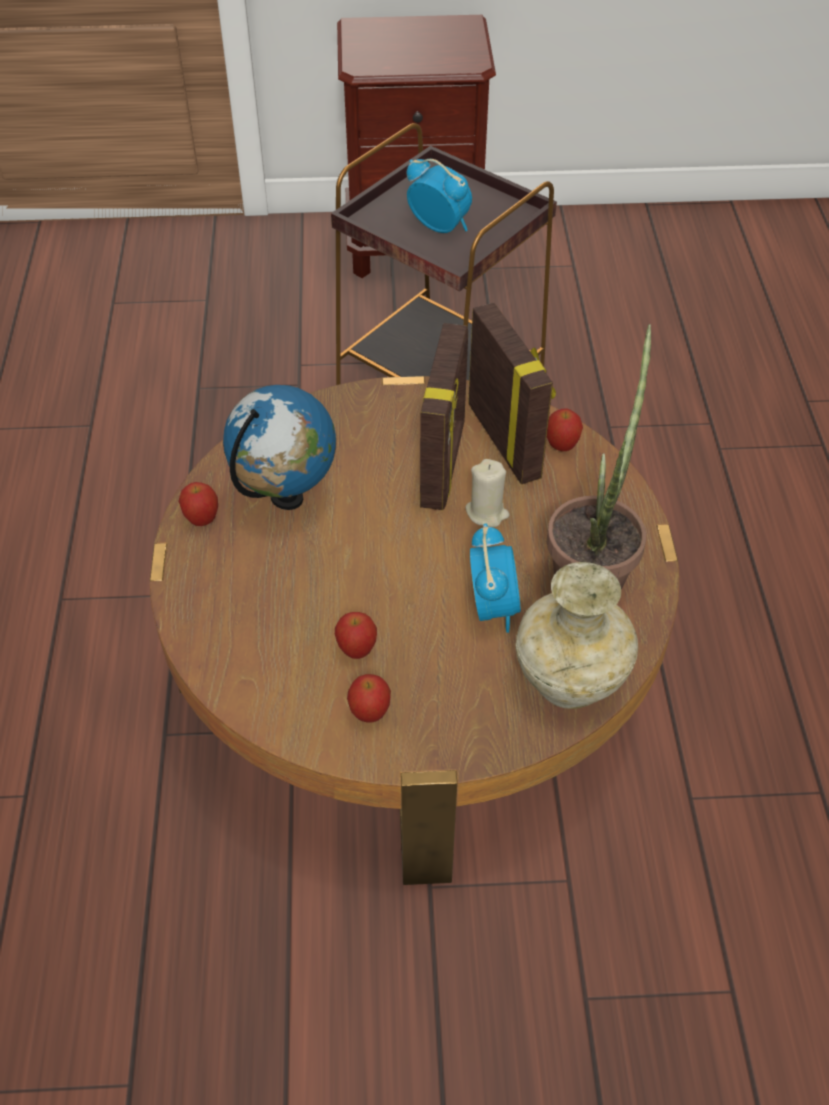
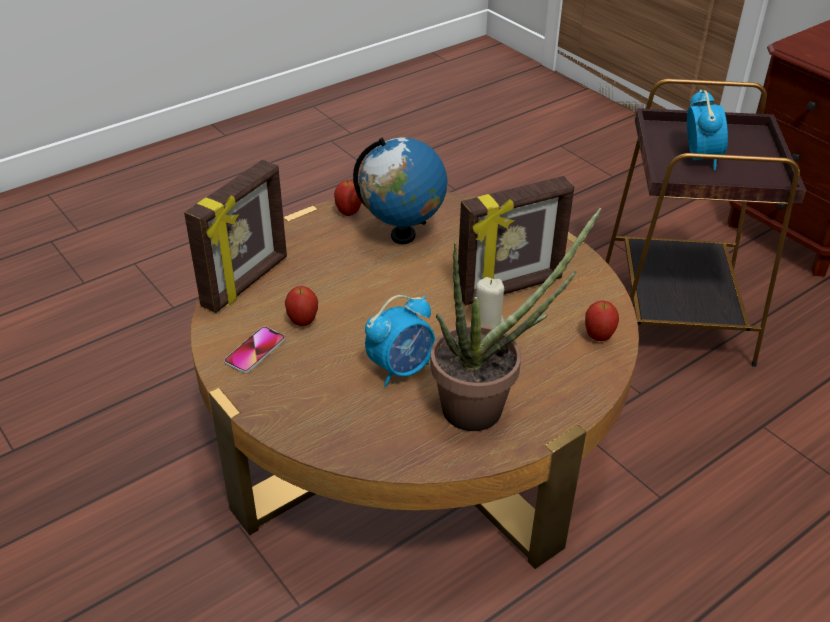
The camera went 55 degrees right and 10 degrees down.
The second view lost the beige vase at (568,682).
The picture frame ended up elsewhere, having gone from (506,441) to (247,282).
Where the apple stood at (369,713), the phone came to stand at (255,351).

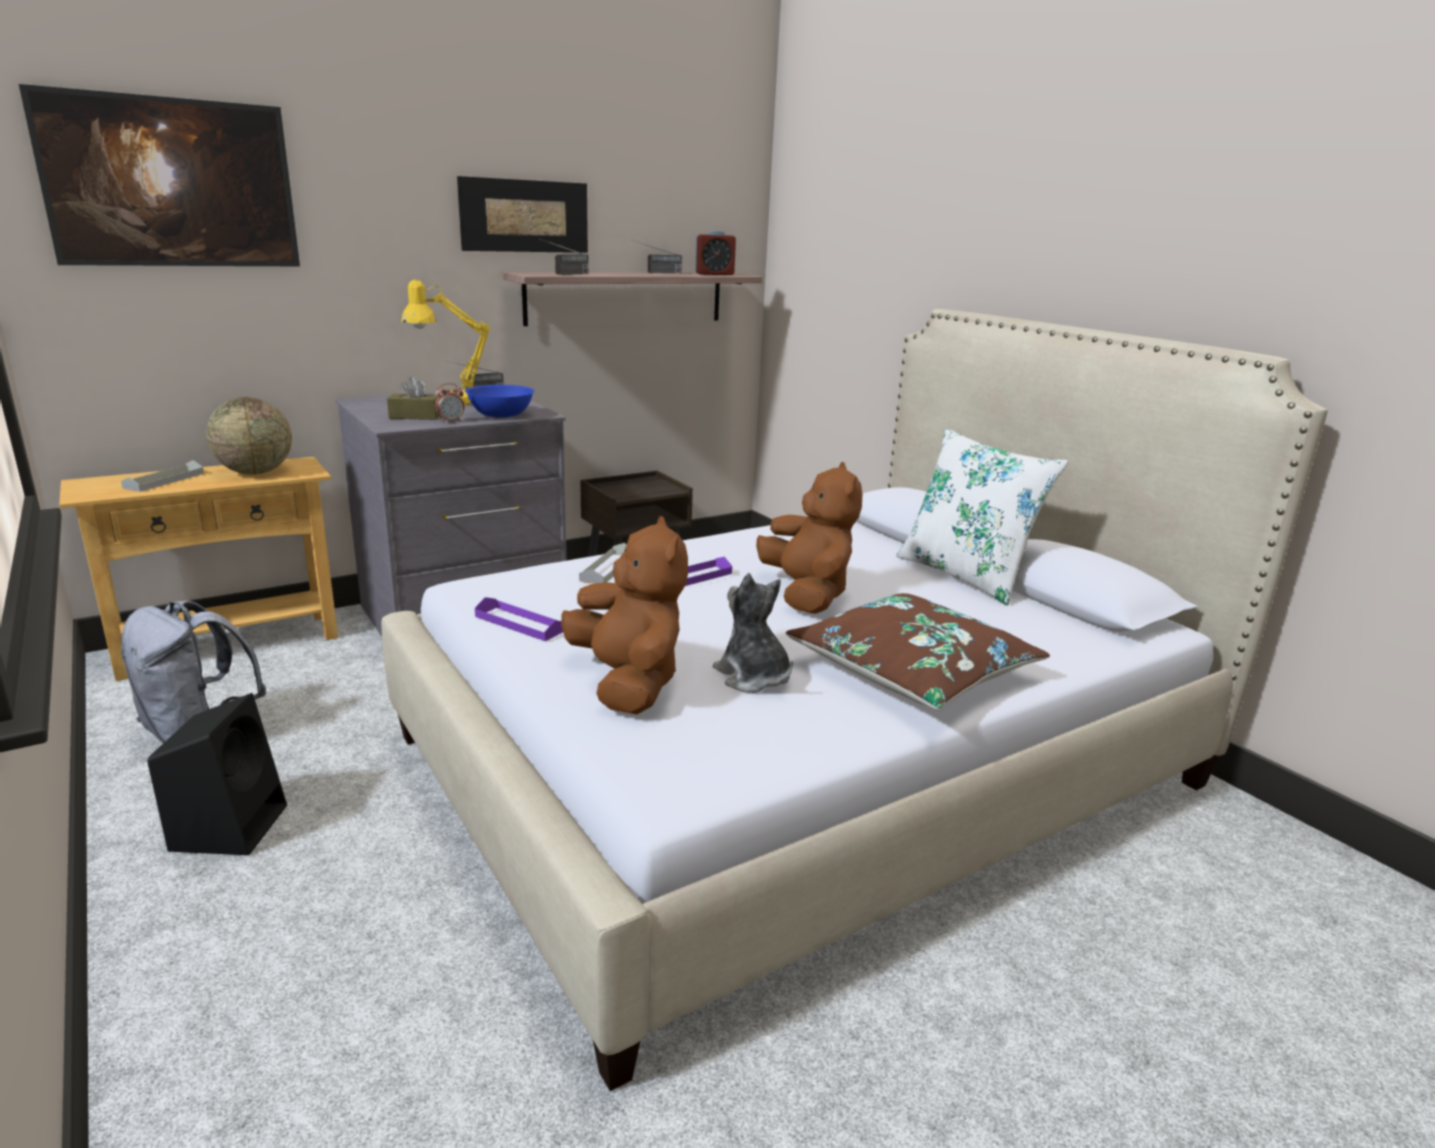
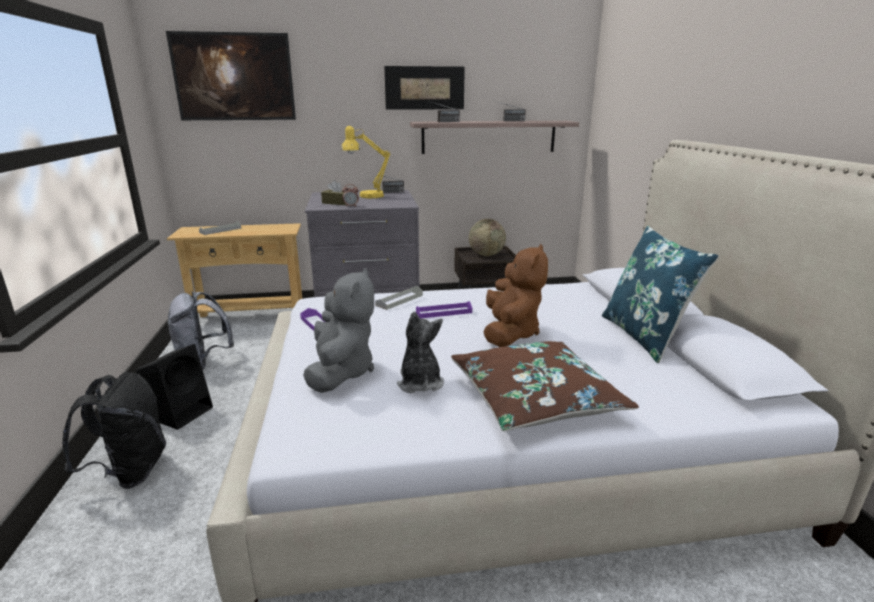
The camera went 25 degrees right and 0 degrees up.
The second view lost the blue bowl at (501,415).
The second view lost the alarm clock at (714,274).
The second view gained the black backpack at (130,471).
The globe ended up elsewhere, having gone from (255,472) to (486,255).
What was the brown plush toy at (628,683) turned into the grey plush toy at (341,372).
What was the white pillow at (966,575) turned into the blue pillow at (644,336).

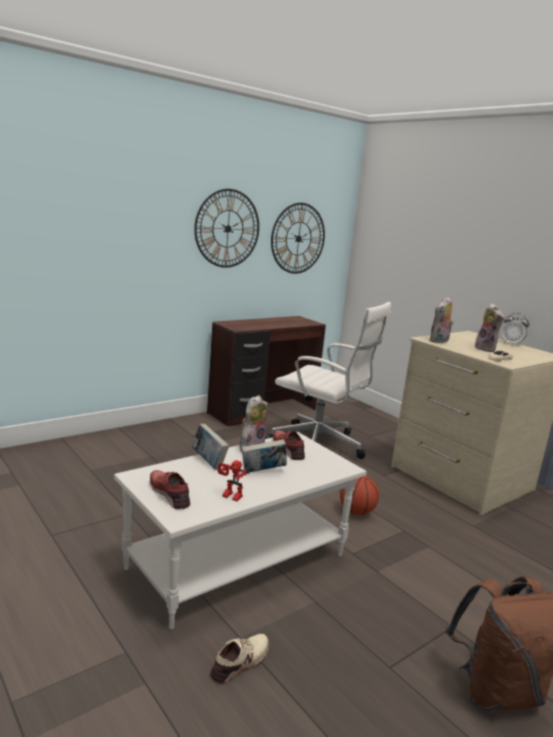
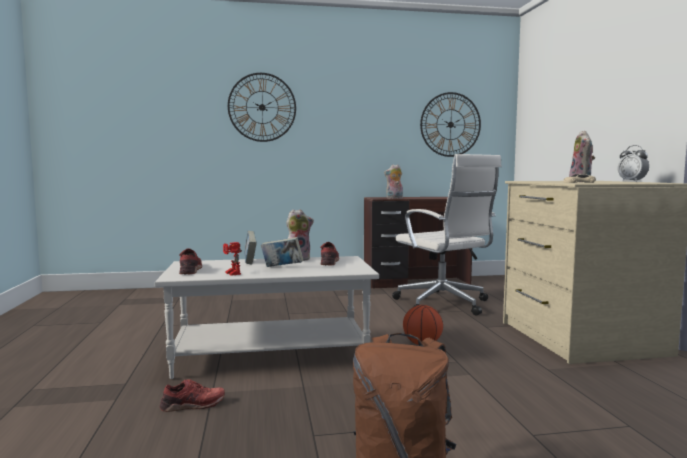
The camera went 30 degrees right and 10 degrees down.
The wall clock ended up elsewhere, having gone from (227,228) to (262,107).
The plush toy ended up elsewhere, having gone from (439,341) to (394,198).
What was the beige shoe at (240,663) turned into the red shoe at (193,405).

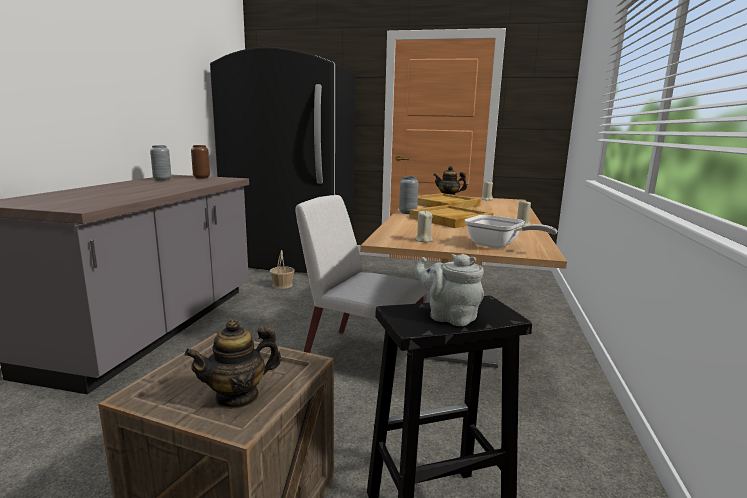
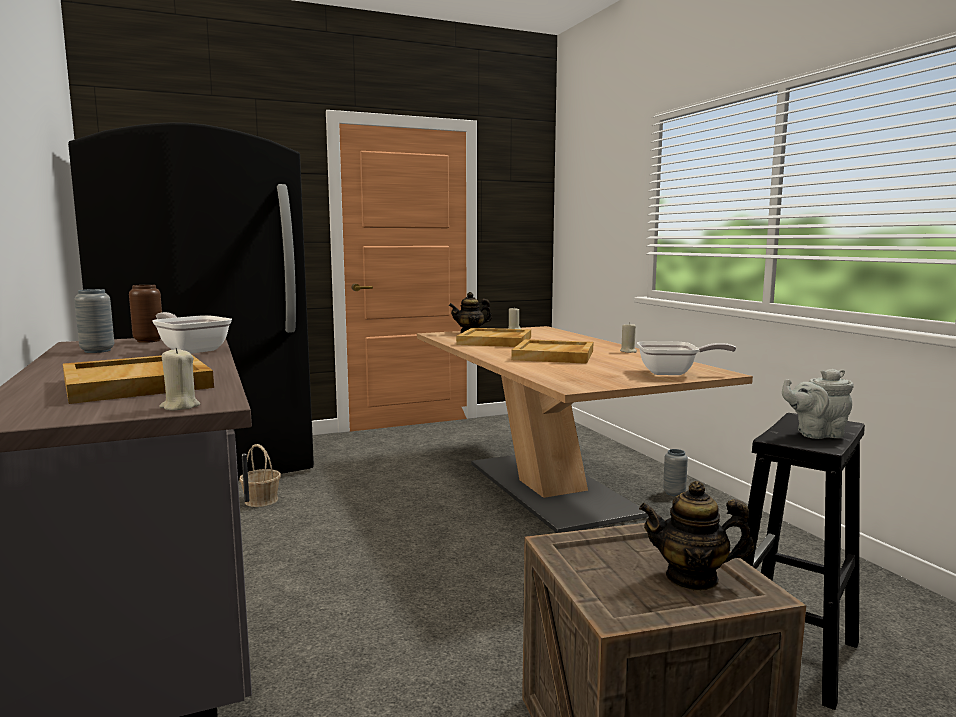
The camera went 35 degrees left and 5 degrees down.
The second view lost the white chair at (360,356).
The second view gained the beige tray at (138,383).
The second view gained the frying pan at (191,350).
The grey vase ended up elsewhere, having gone from (407,212) to (674,493).
The beige candle ended up elsewhere, having gone from (423,240) to (180,406).
The teapot at (237,396) ended up facing another way, 75 degrees clockwise from before.

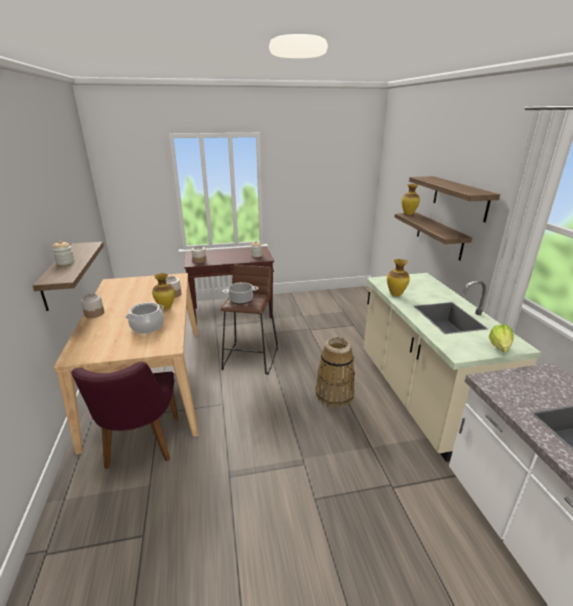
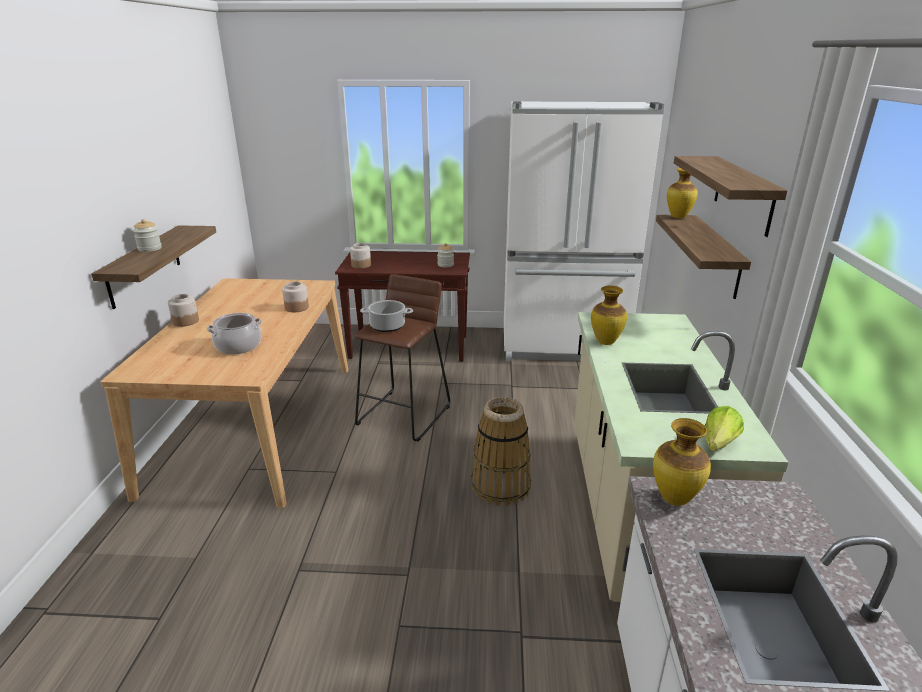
The camera went 15 degrees right and 0 degrees up.
The second view lost the purple chair at (140,447).
The second view gained the white fridge at (563,347).
The vase ended up elsewhere, having gone from (165,308) to (674,499).

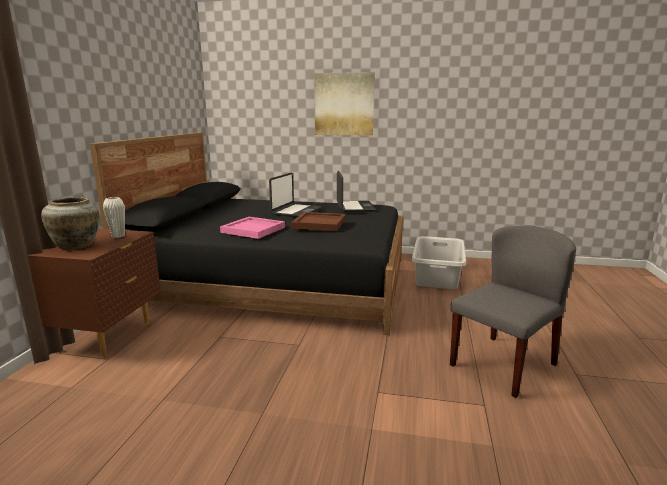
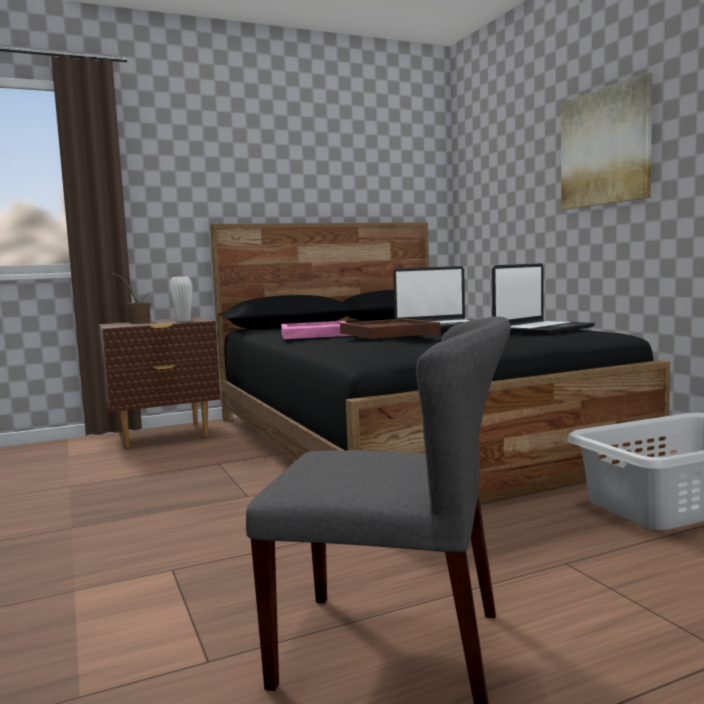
The camera went 55 degrees right and 10 degrees down.
Where the beige vase stood at (77,246), the potted plant came to stand at (137,322).

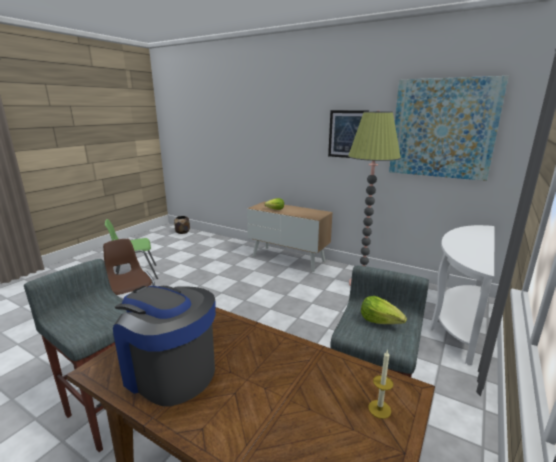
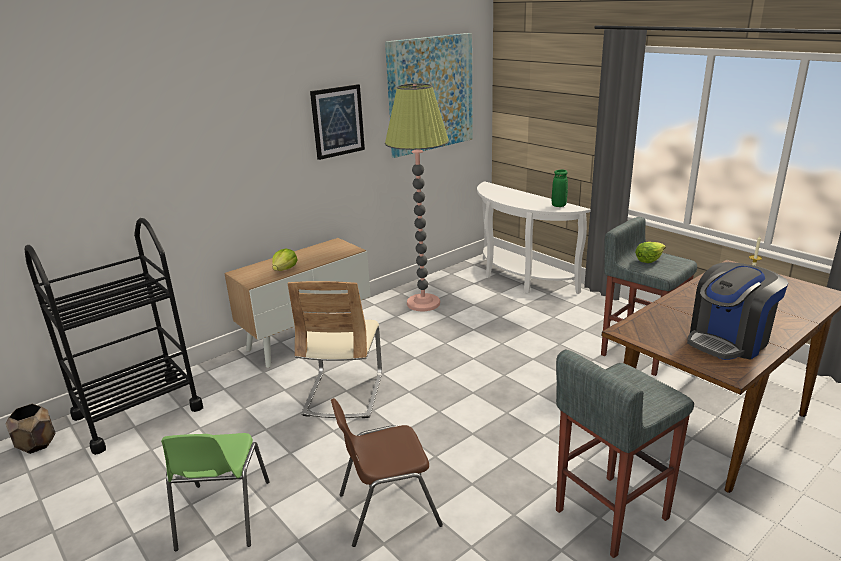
The camera went 70 degrees left and 5 degrees up.
The second view gained the black cart at (138,412).
The second view gained the beige chair at (343,394).
The second view gained the green vase at (558,205).

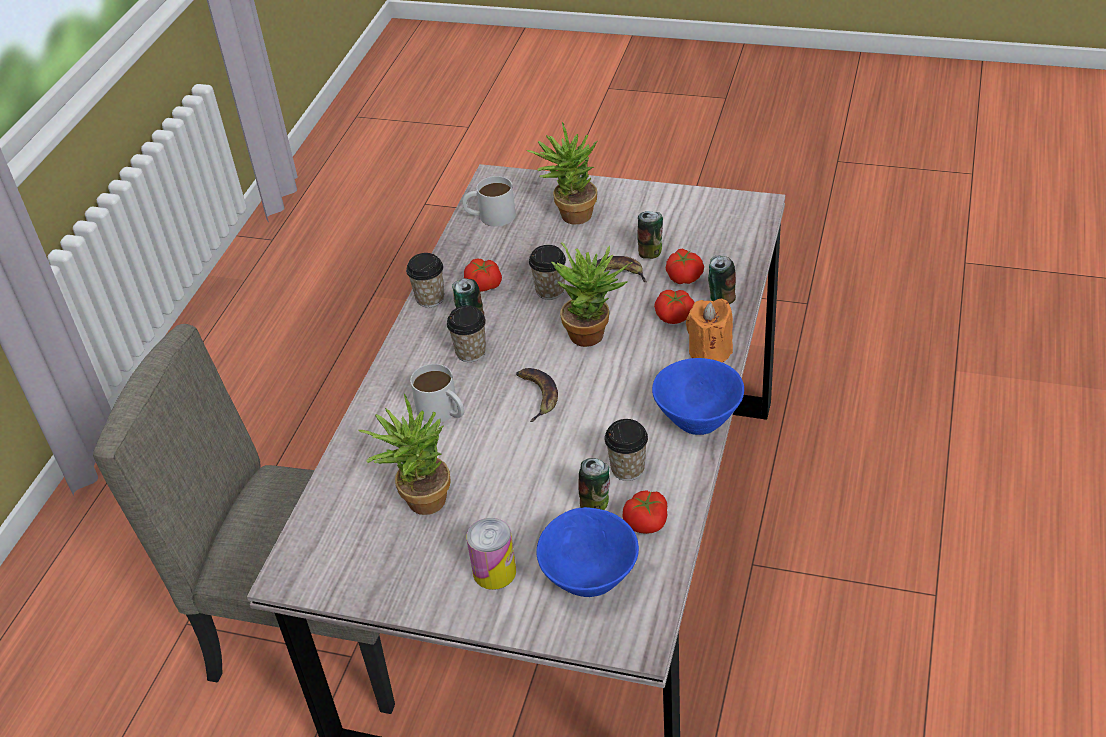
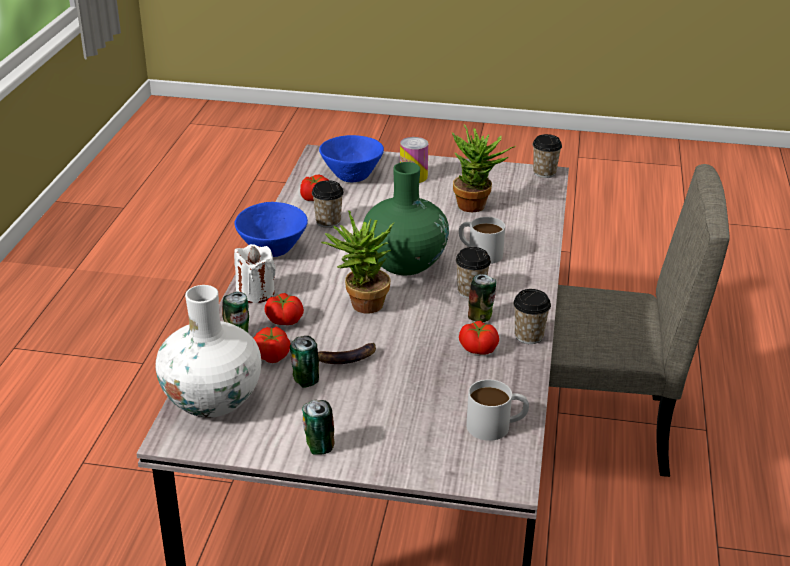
The camera went 170 degrees right and 10 degrees down.
The second view lost the potted plant at (569,215).
The second view gained the white vase at (212,400).
The cup ended up elsewhere, having gone from (550,291) to (544,173).
The can ended up elsewhere, having gone from (596,504) to (319,447).
Where the banana stood at (537,395), the green vase came to stand at (404,263).
What was the orange candle at (710,351) turned into the white candle at (255,293).

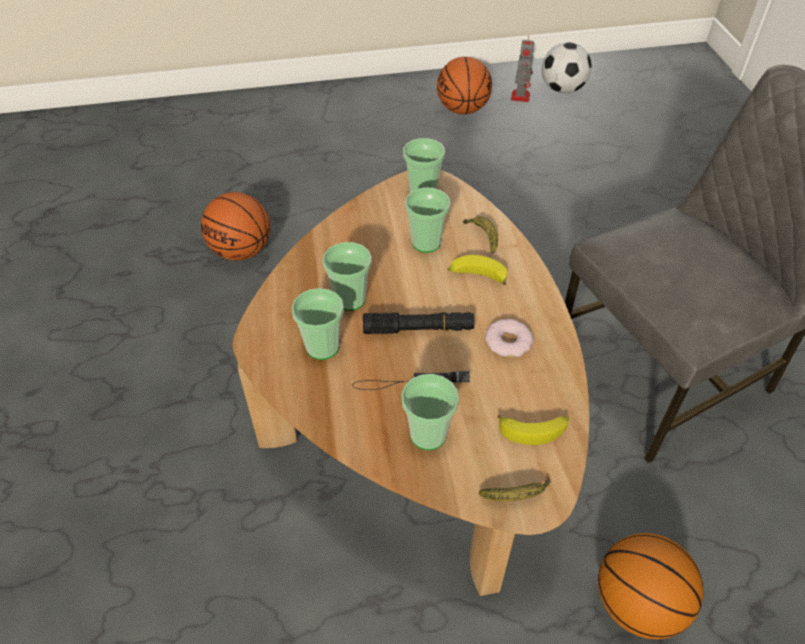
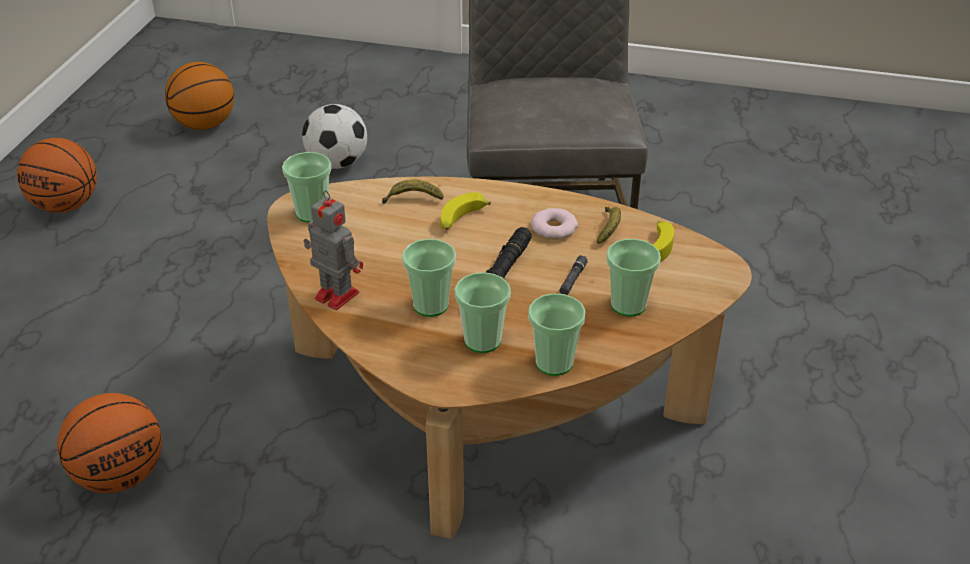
The camera went 65 degrees left and 10 degrees down.
The cup ended up elsewhere, having gone from (426,242) to (554,363).
The banana ended up elsewhere, having gone from (517,496) to (609,229).
The toy robot ended up elsewhere, having gone from (520,96) to (335,295).
The football ended up elsewhere, having gone from (562,89) to (337,163).
The basketball ended up elsewhere, having gone from (637,604) to (205,125).

